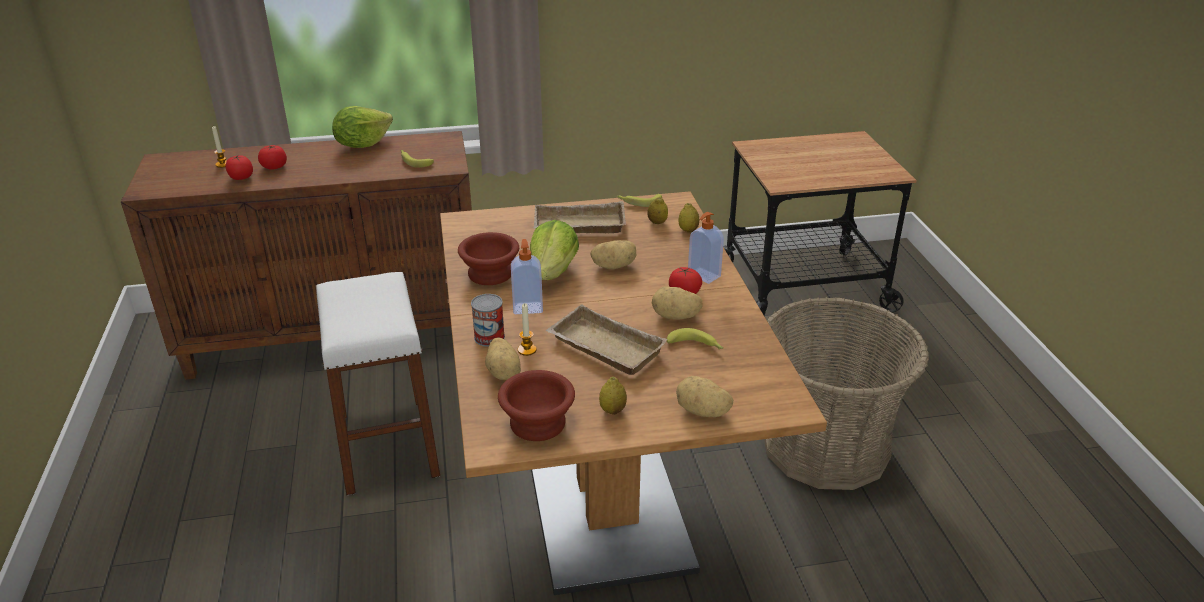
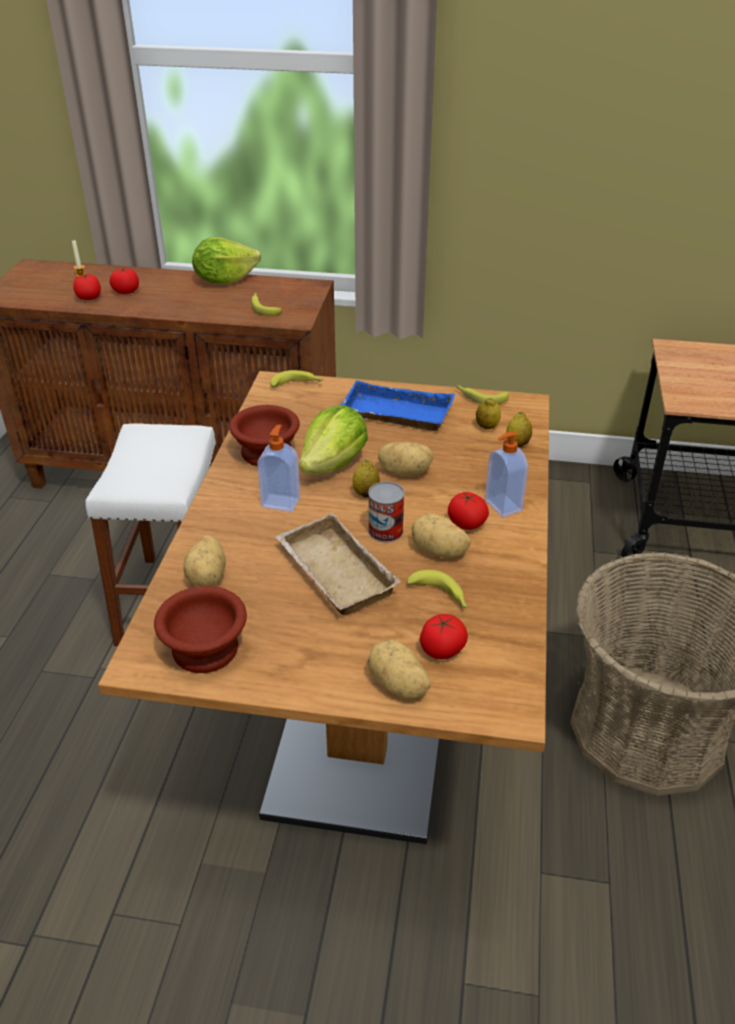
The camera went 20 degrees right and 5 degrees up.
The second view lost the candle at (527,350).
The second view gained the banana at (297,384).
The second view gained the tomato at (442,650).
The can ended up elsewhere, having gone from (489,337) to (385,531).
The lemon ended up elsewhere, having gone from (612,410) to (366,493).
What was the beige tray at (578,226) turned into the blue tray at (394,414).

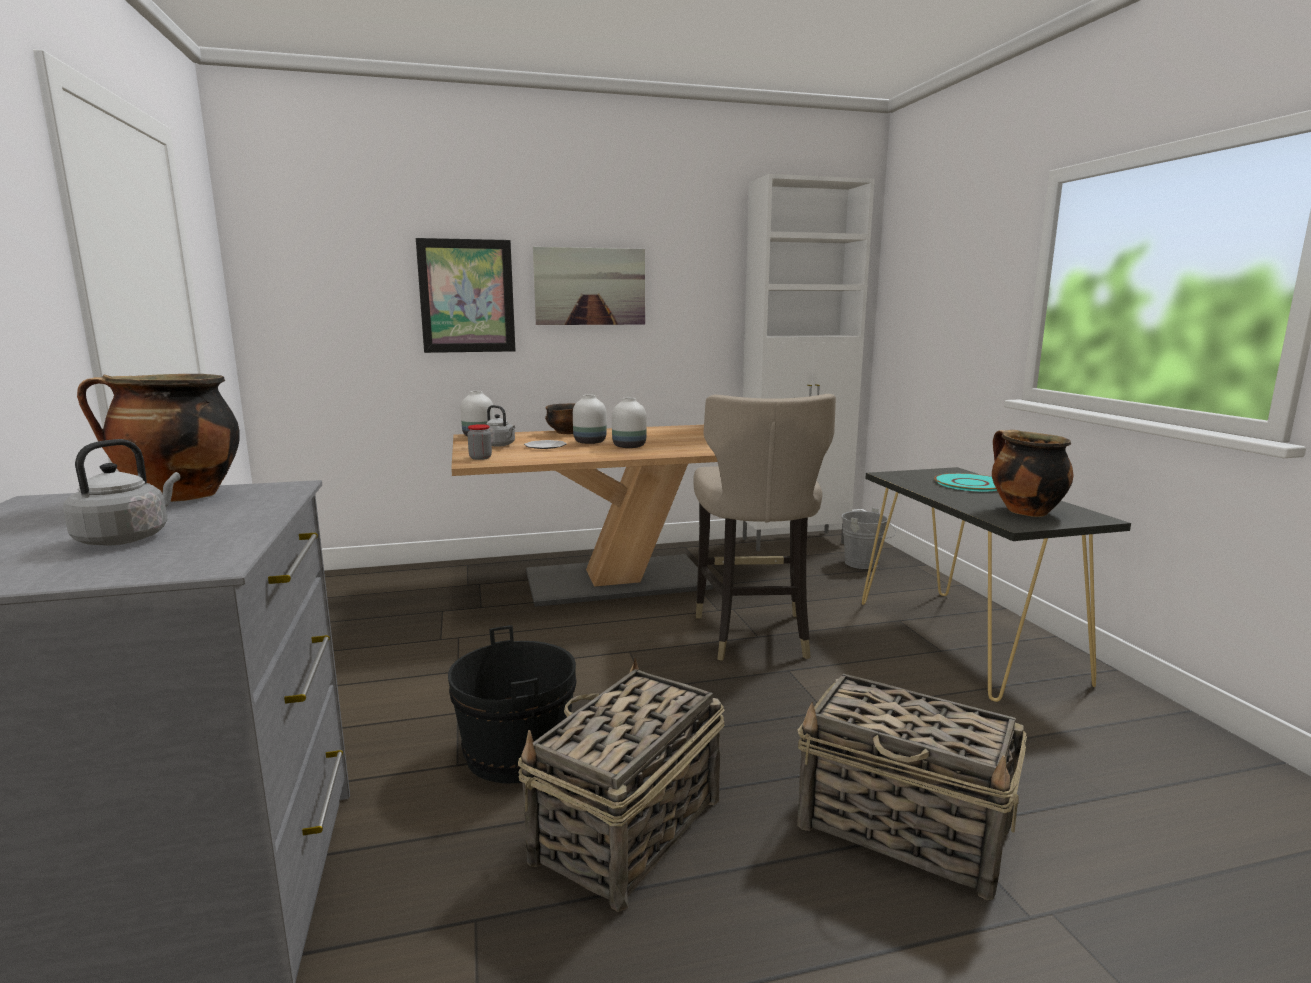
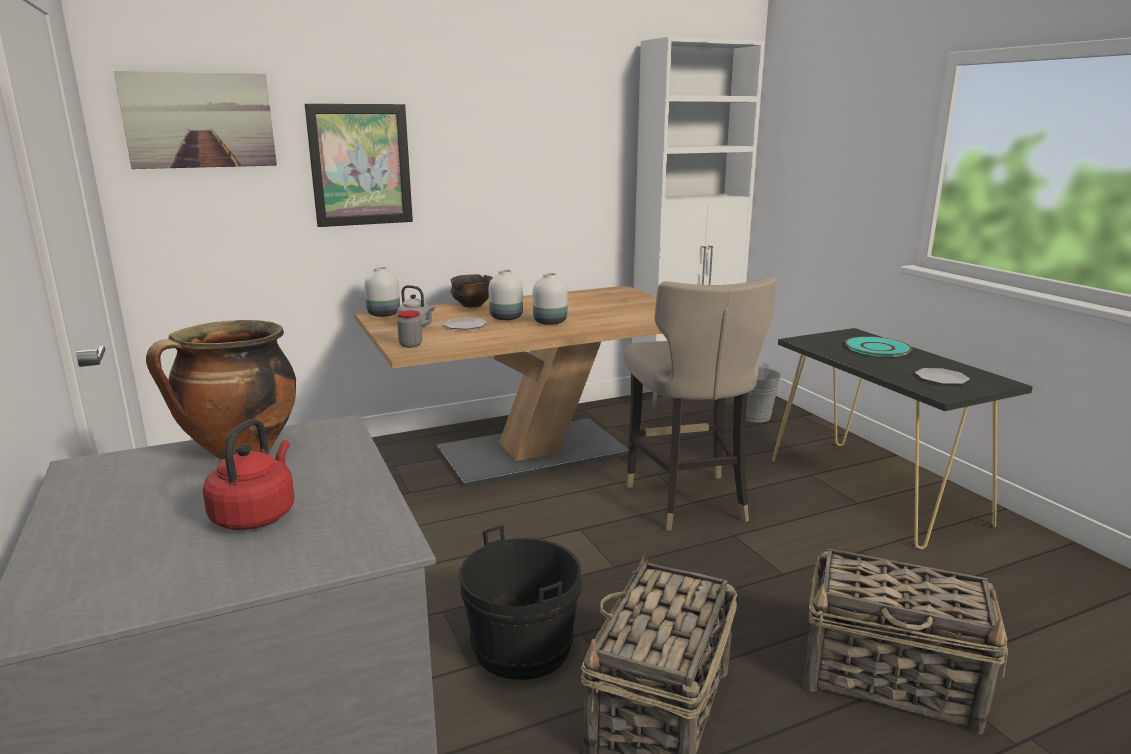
The camera went 10 degrees left and 5 degrees up.
The picture ended up elsewhere, having gone from (590,286) to (199,120).
Where the cooking pot stood at (1024,511), the plate came to stand at (940,378).
What was the grey kettle at (127,538) turned into the red kettle at (256,515).

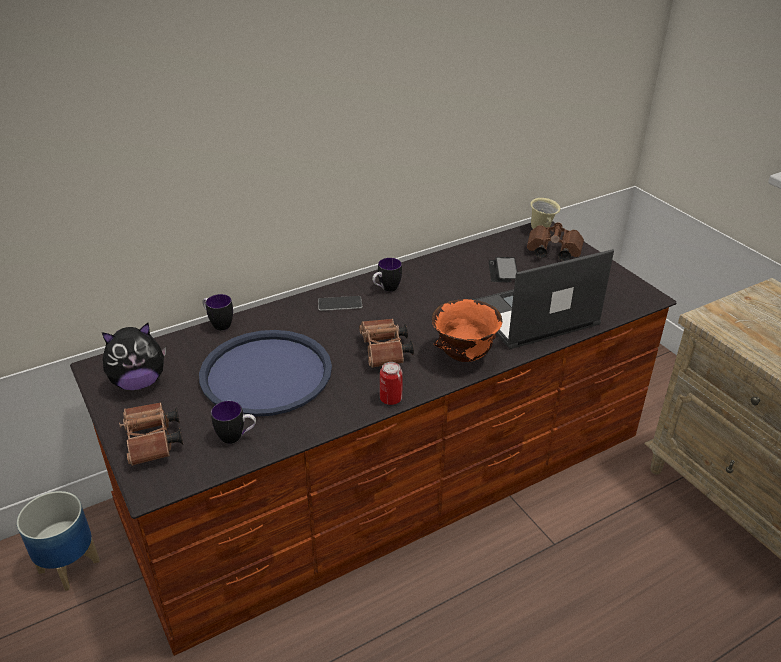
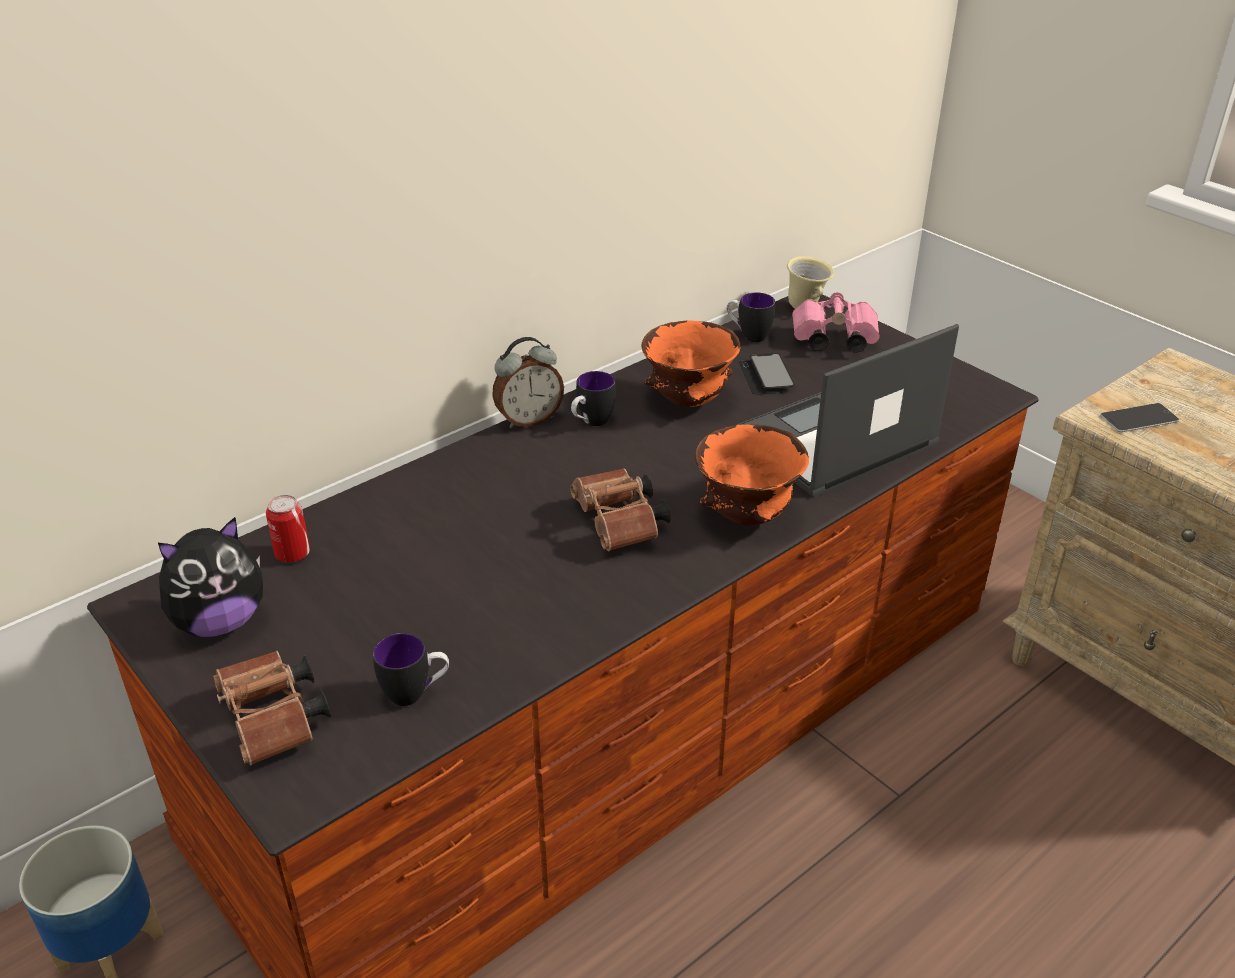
The camera went 10 degrees left and 0 degrees up.
The second view lost the blue tray at (266,374).
The second view gained the alarm clock at (529,420).
The second view gained the orange bowl at (687,402).
The mug ended up elsewhere, having gone from (218,324) to (748,335).
The phone ended up elsewhere, having gone from (340,303) to (1139,418).
The can ended up elsewhere, having gone from (391,399) to (292,554).
What was the brown binoculars at (551,253) turned into the pink binoculars at (831,341).

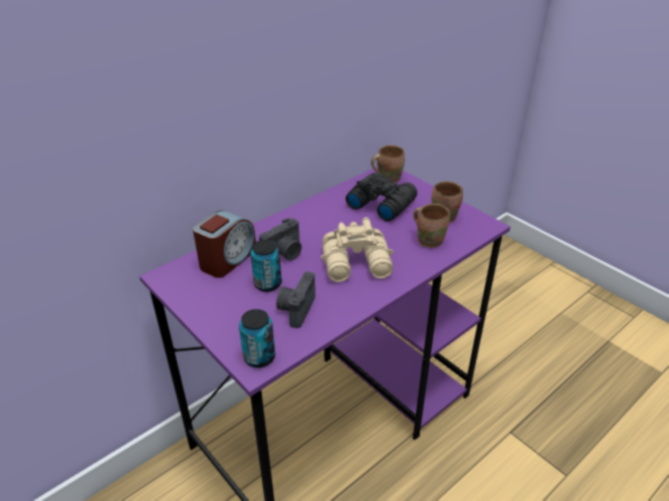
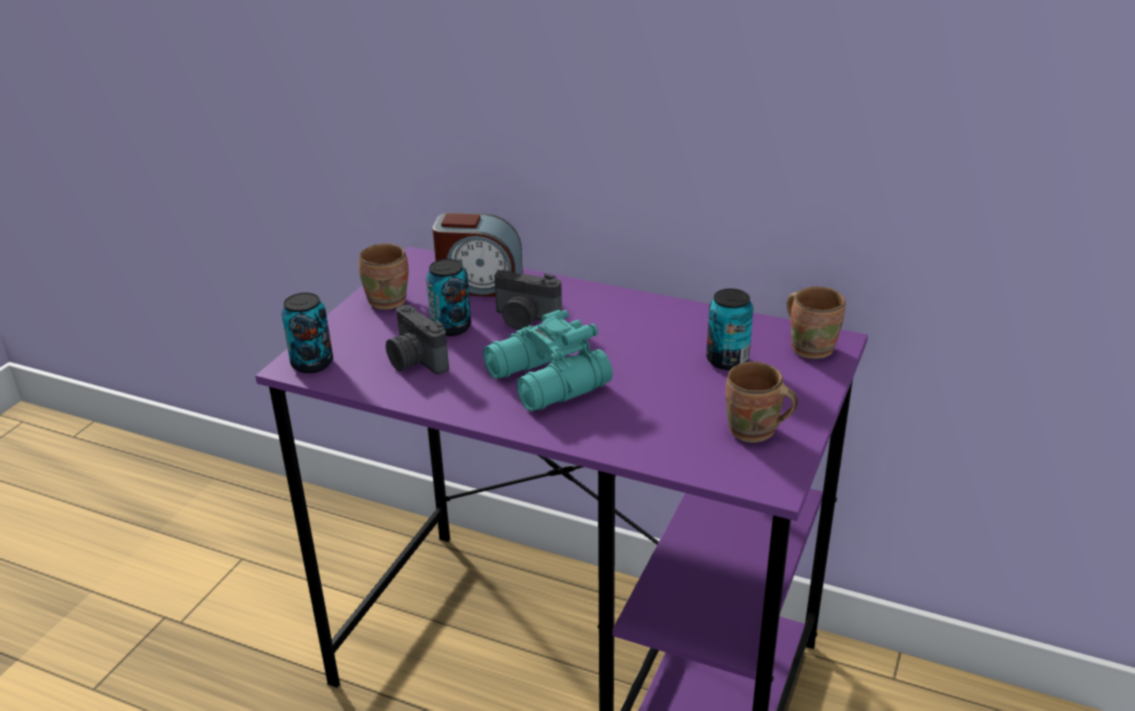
The camera went 65 degrees right and 5 degrees down.
The brown mug ended up elsewhere, having gone from (429,239) to (391,300).
Where the black binoculars stood at (380,203), the can came to stand at (727,360).
What was the beige binoculars at (358,265) turned into the turquoise binoculars at (546,382).
The photo camera at (295,309) ended up facing another way, 120 degrees counterclockwise from before.

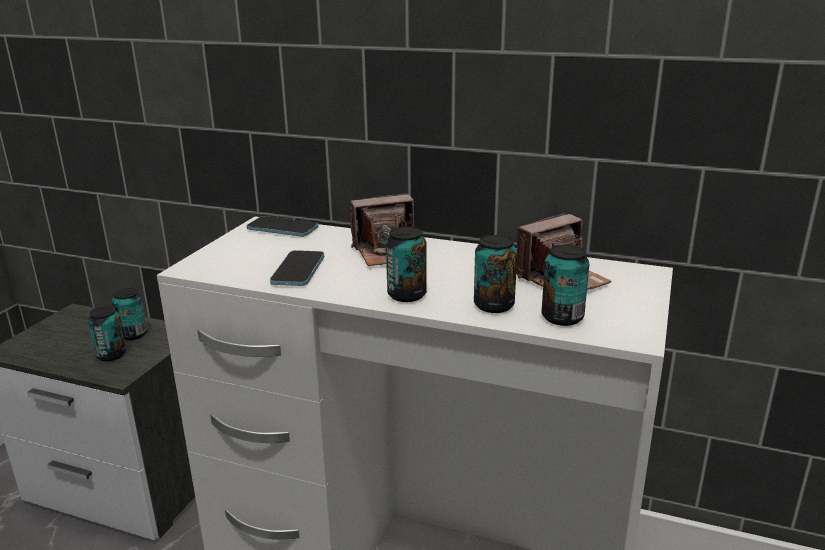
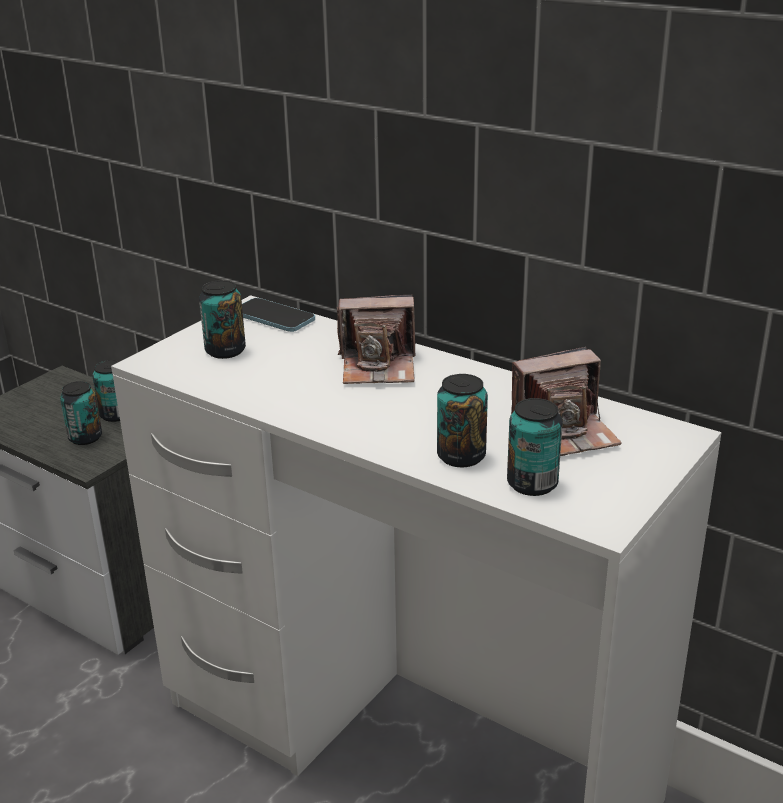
The camera went 15 degrees right and 5 degrees up.
The second view lost the phone at (298,270).
The can ended up elsewhere, having gone from (407,295) to (225,351).

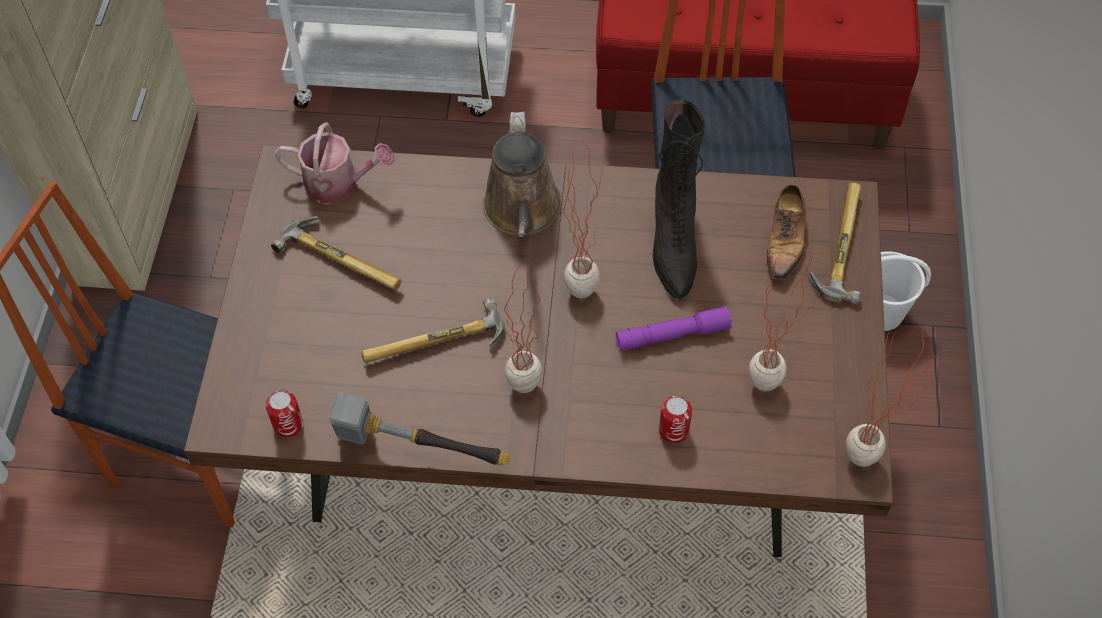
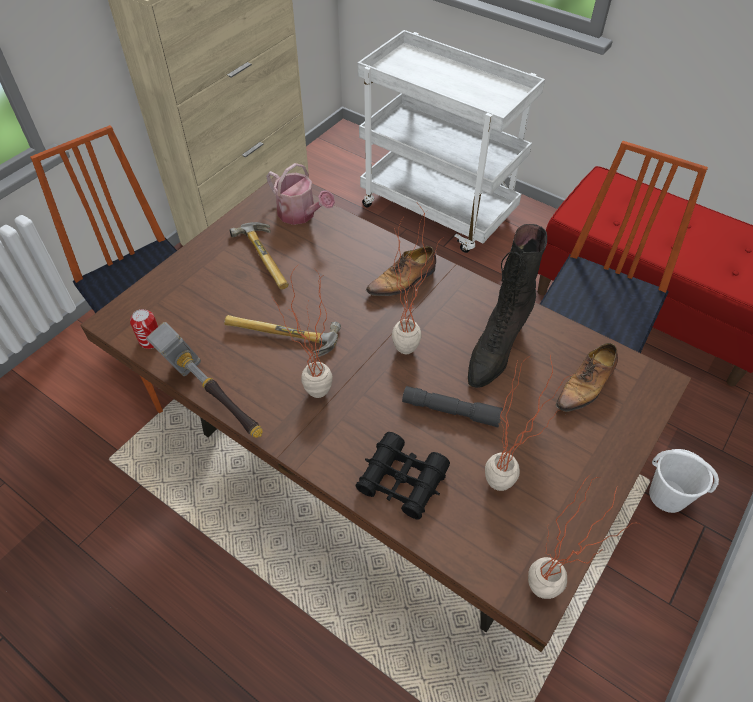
The camera went 30 degrees right and 5 degrees down.
The second view lost the hammer at (836,246).
Where the brown watering can stood at (522,212), the shoe came to stand at (403,281).
Where the can stood at (673,430), the black binoculars came to stand at (402,481).
What was the purple flashlight at (672,335) turned into the grey flashlight at (451,411).

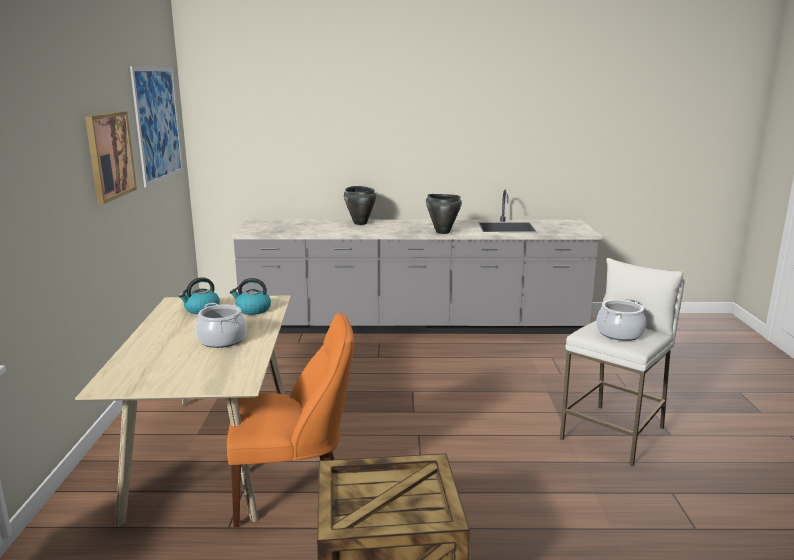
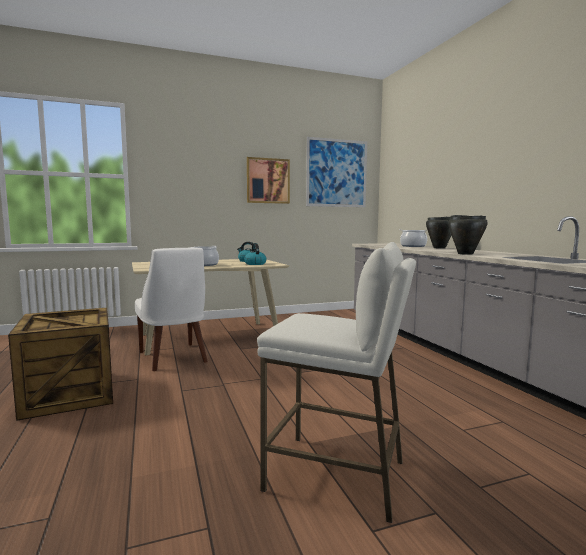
The camera went 70 degrees right and 10 degrees down.
The cooking pot ended up elsewhere, having gone from (620,333) to (413,246).
What was the orange chair at (295,493) turned into the white chair at (173,358).

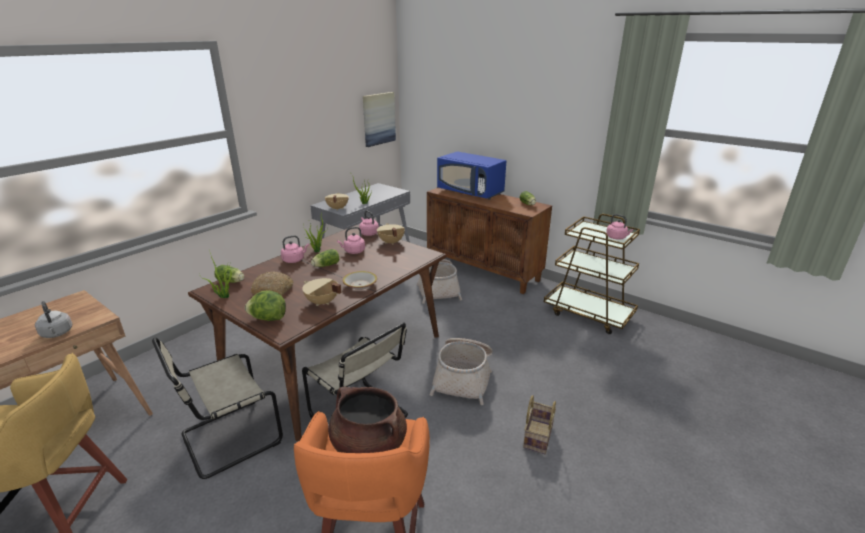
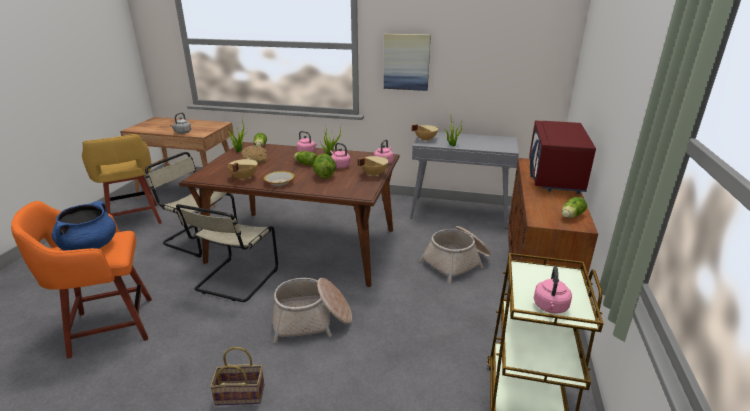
The camera went 65 degrees right and 0 degrees up.
The lettuce ended up elsewhere, having gone from (268,319) to (324,176).
The picture ended up elsewhere, having gone from (378,119) to (406,62).
What was the brown cooking pot at (368,446) turned into the blue cooking pot at (90,247).
What was the blue microwave at (471,192) turned into the red microwave at (555,177).

